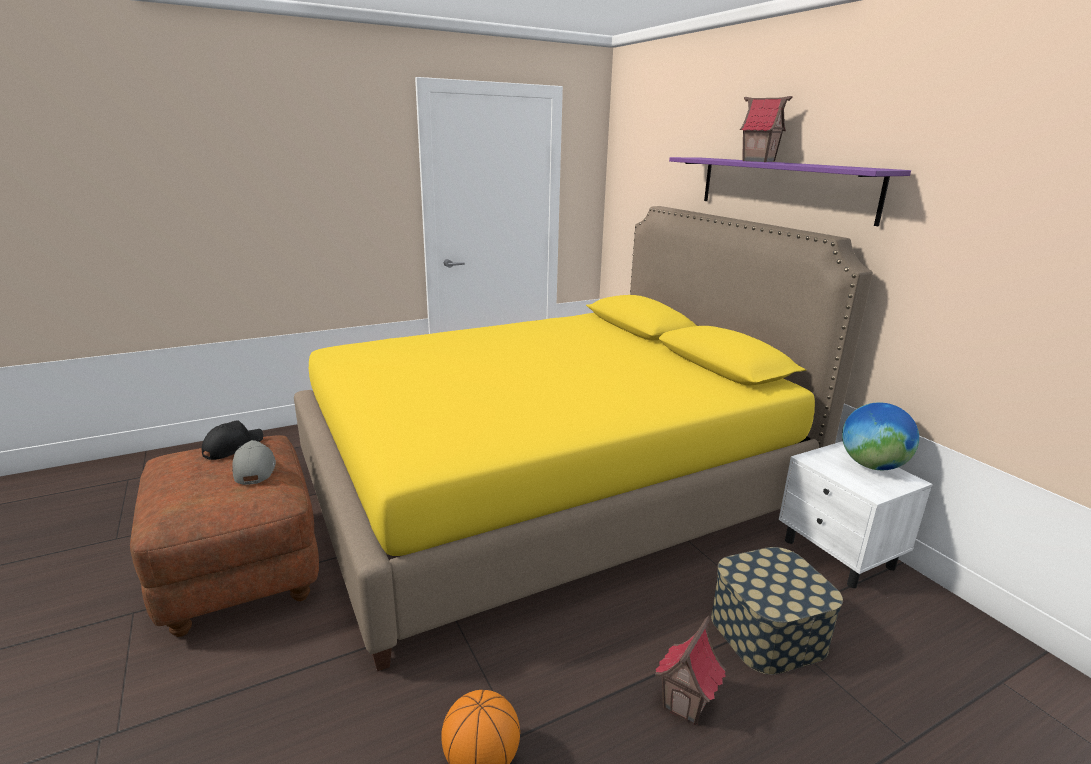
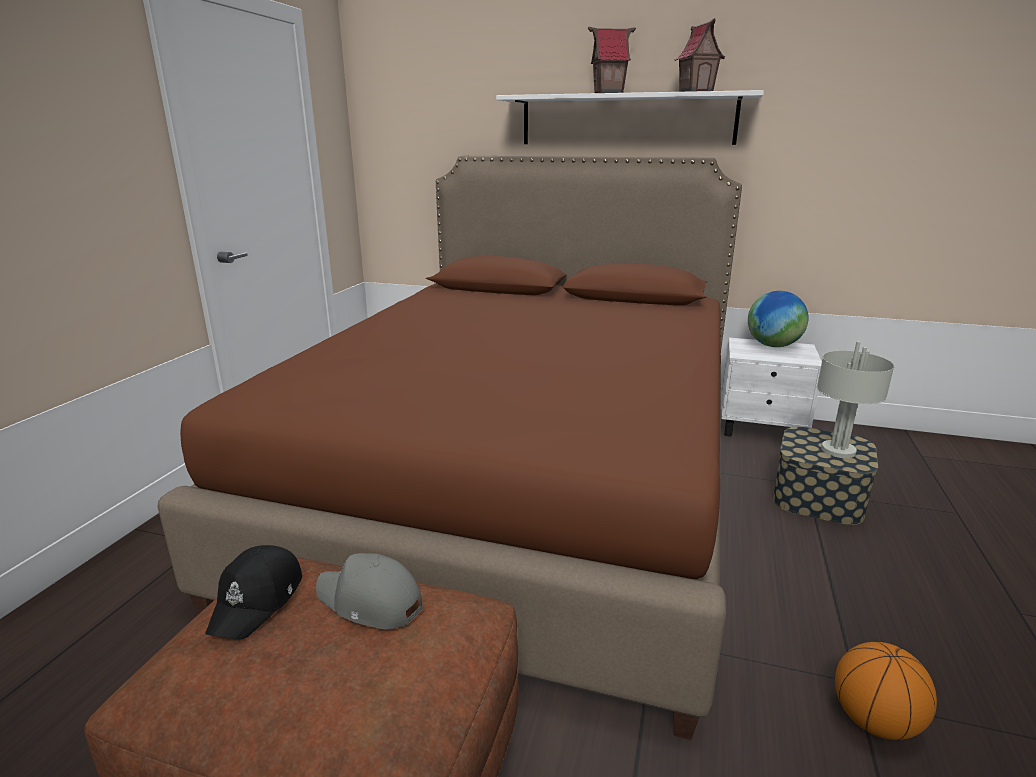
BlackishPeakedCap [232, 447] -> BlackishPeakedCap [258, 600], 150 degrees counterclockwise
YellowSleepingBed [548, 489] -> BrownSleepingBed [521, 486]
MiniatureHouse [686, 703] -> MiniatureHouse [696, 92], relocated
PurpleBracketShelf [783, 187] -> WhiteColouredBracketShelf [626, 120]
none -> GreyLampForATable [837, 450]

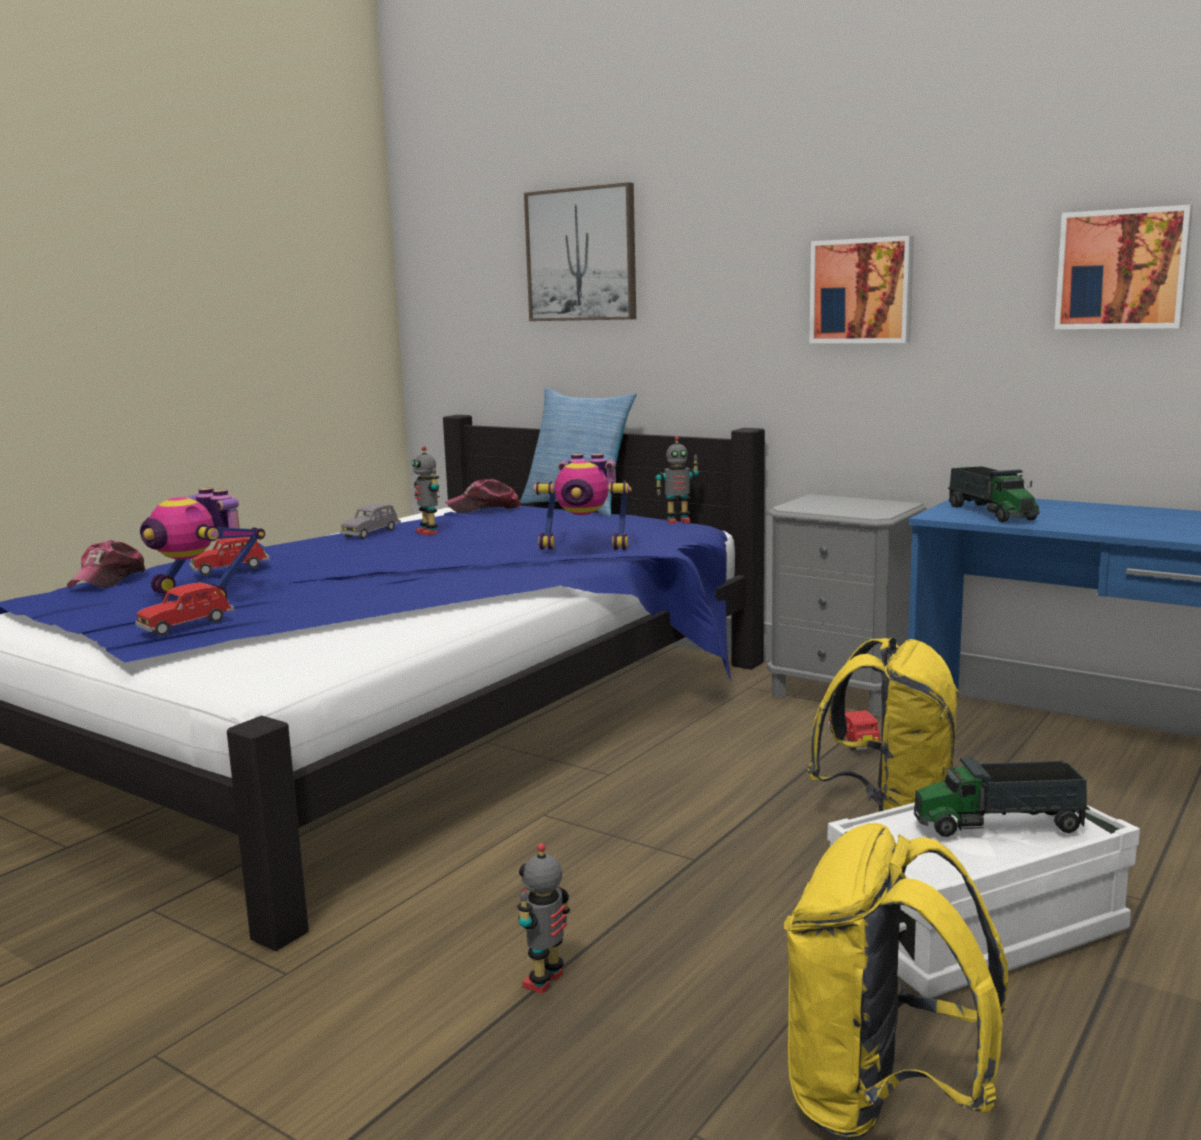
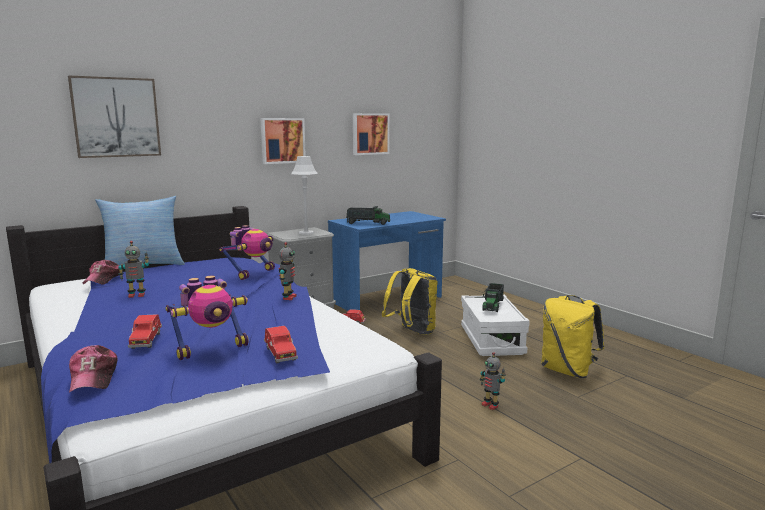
PeakedCap [109, 579] -> PeakedCap [94, 378], 45 degrees clockwise
GreyToyCar [371, 533] -> none
RobotFigure [677, 521] -> RobotFigure [288, 297], relocated
none -> GreyLampForATable [306, 233]

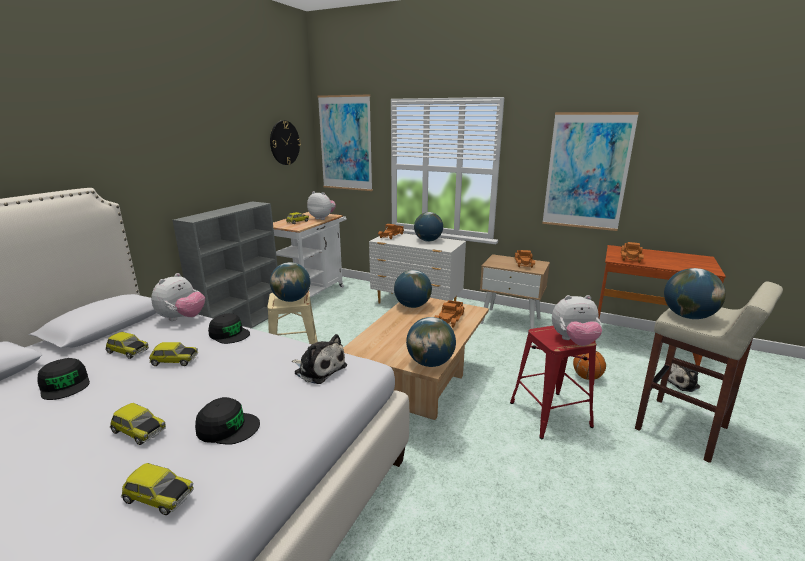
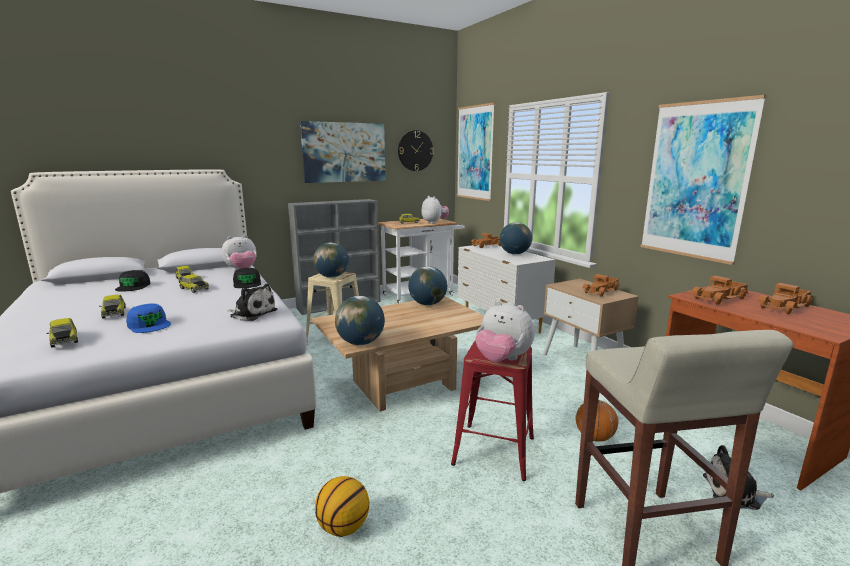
BlackishPeakedCap [228, 427] -> BluishPeakedCap [149, 325]
PlushToy [319, 369] -> PlushToy [252, 313], 45 degrees counterclockwise
ToyLorry [450, 319] -> ToyLorry [785, 307], relocated
WorldGlobe [687, 316] -> none
none -> WallArt [344, 152]
none -> Basketball [343, 527]

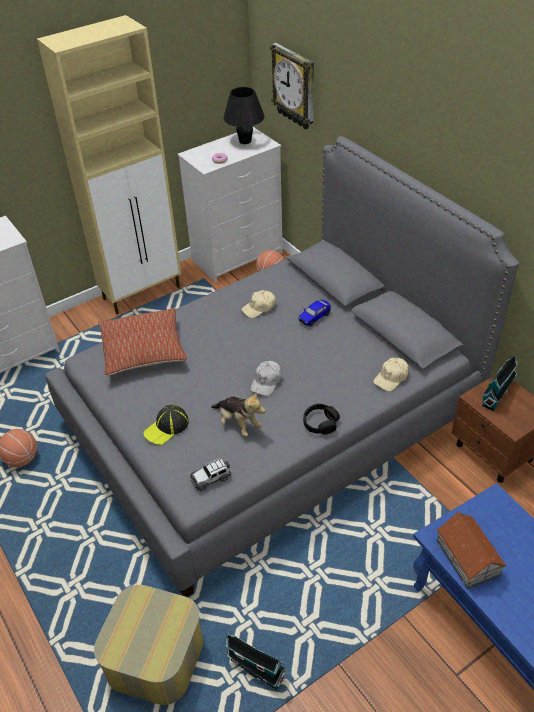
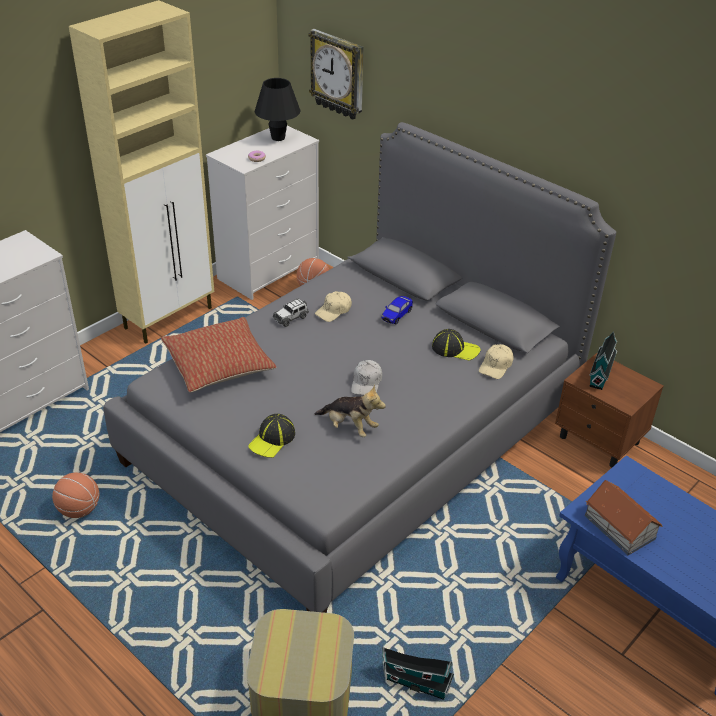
ToyCar [211, 478] -> ToyCar [291, 318], relocated
BlackishHeadphones [320, 423] -> none
none -> PeakedCap [455, 349]

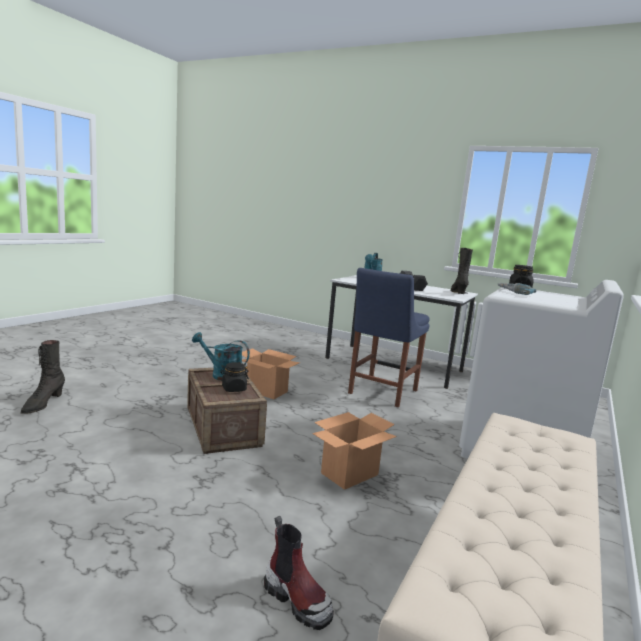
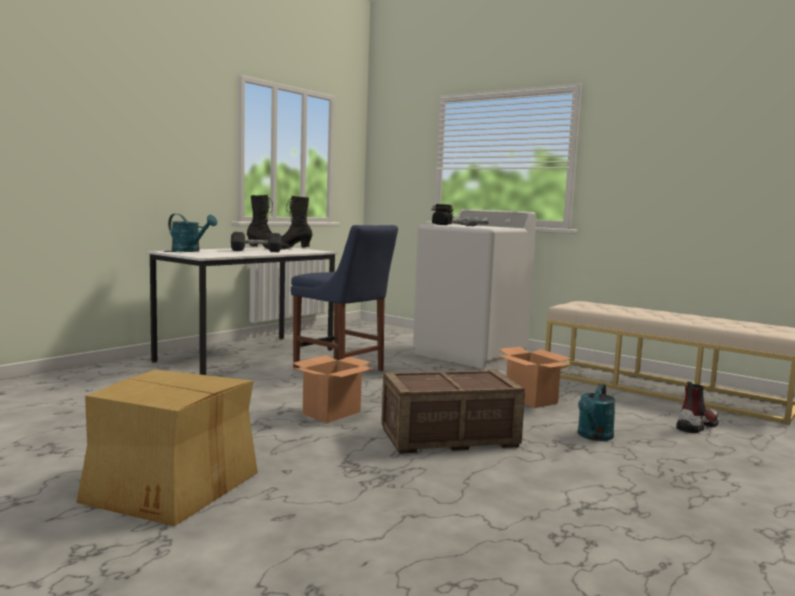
BlackishTallBoot [43, 404] -> BlackishTallBoot [267, 249], relocated
BlueGreenWateringCan [221, 375] -> BlueGreenWateringCan [593, 437], relocated
BlackishPreserveJar [233, 389] -> none
none -> CardboardBox [170, 487]

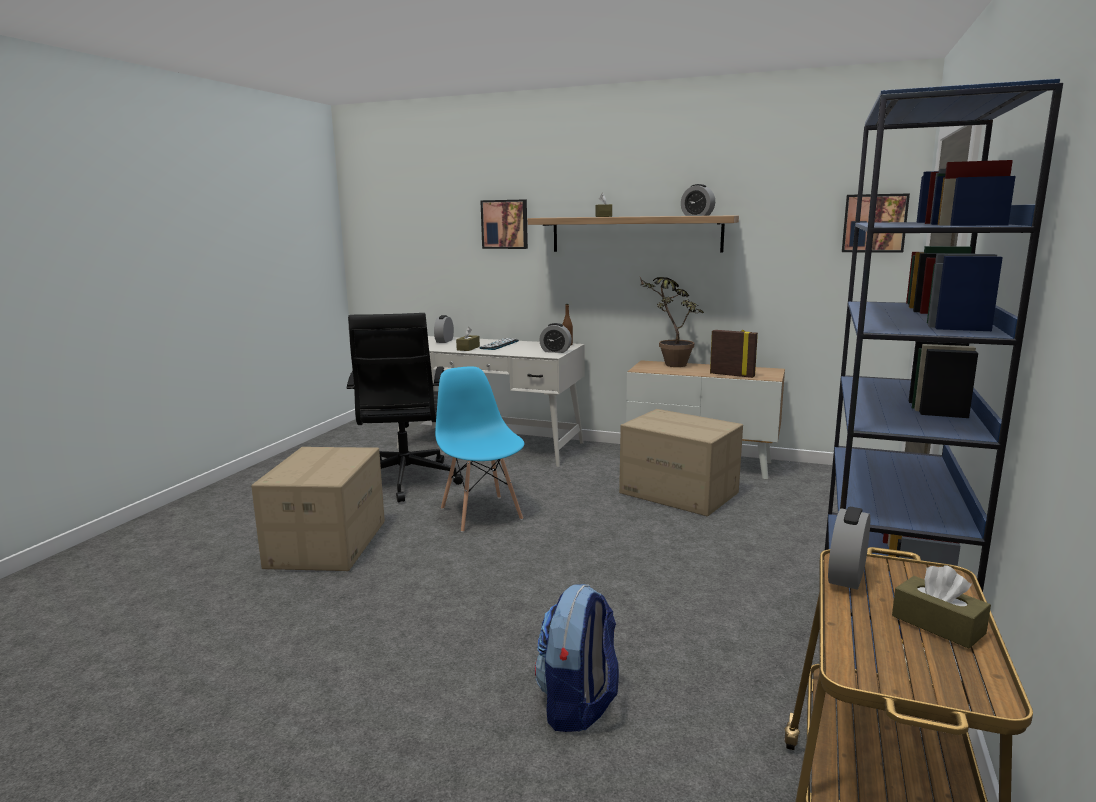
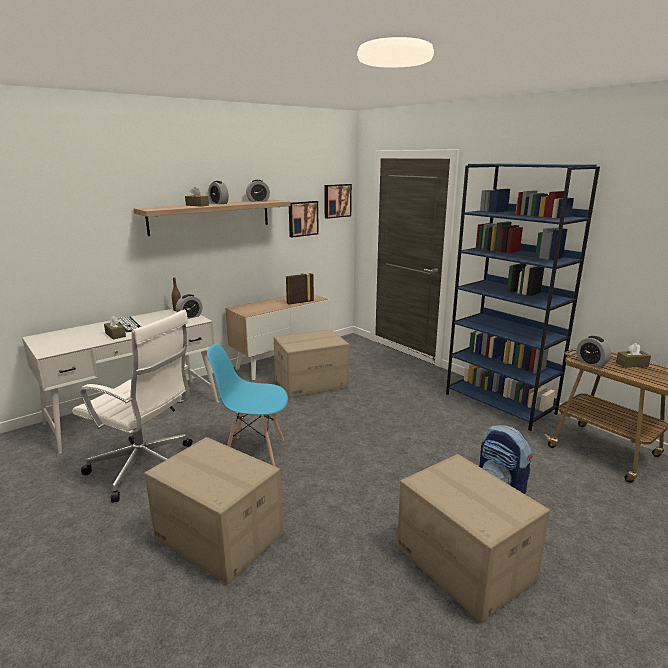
BlackishComputerChair [404, 482] -> WhiteColouredComputerChair [145, 468]
BedsideClock [444, 341] -> BedsideClock [219, 203], relocated
WallArt [505, 224] -> WallArt [302, 218], relocated
Houseplant [669, 364] -> none
none -> CardboardBox [463, 563]

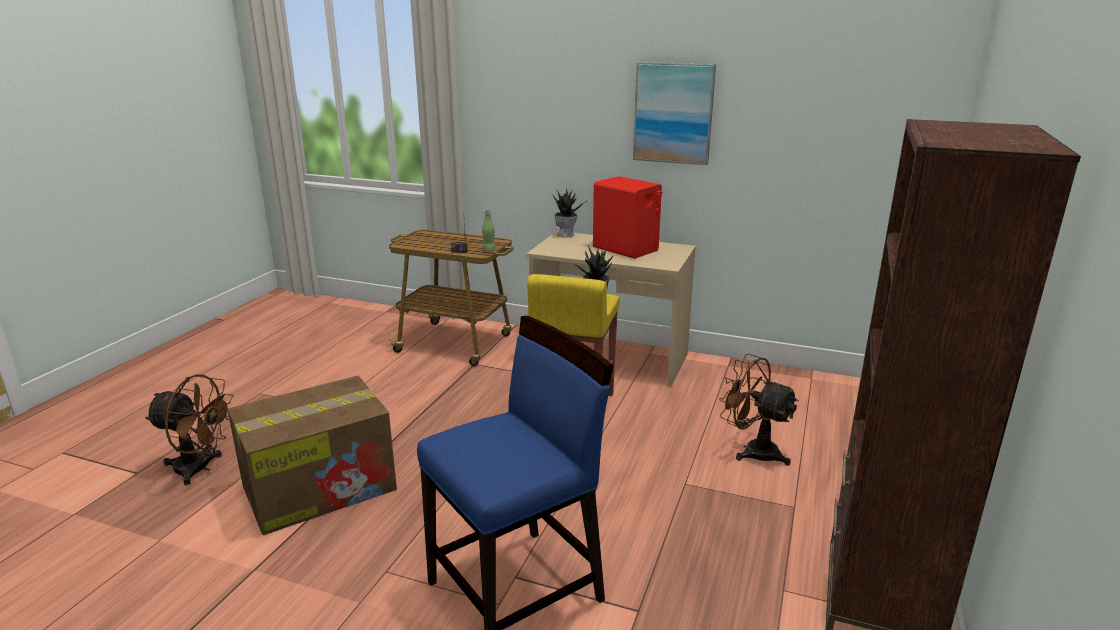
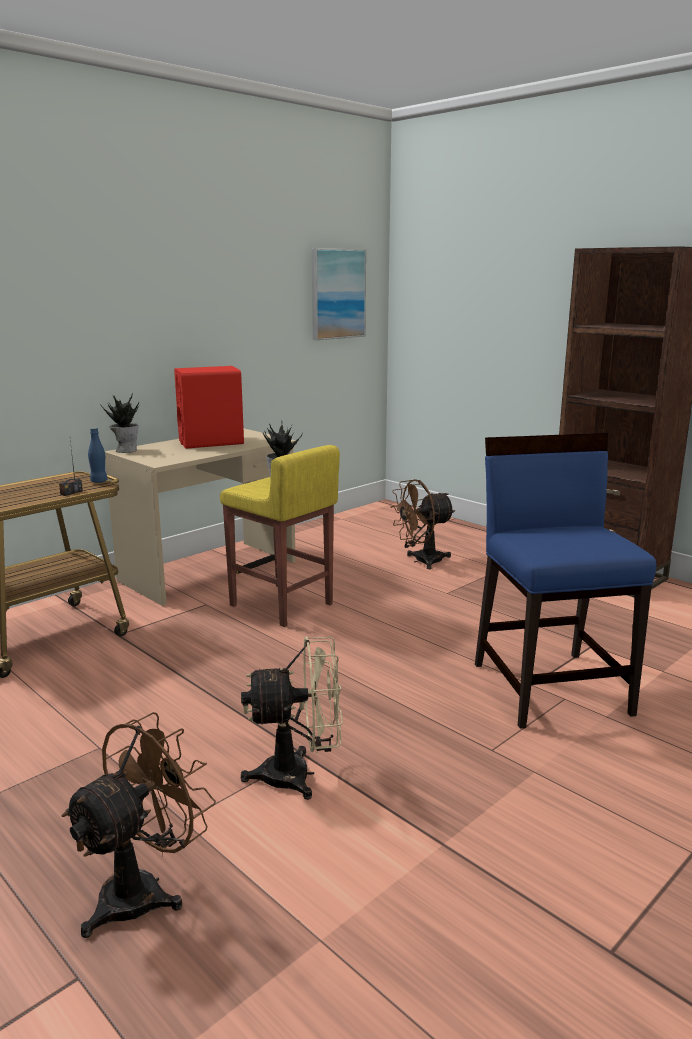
CardboardBox [321, 487] -> SandColouredFan [299, 775]
GreenColouredBeverageBottle [489, 250] -> BluishBeverageBottle [99, 481]
WallArt [673, 113] -> WallArt [337, 294], relocated

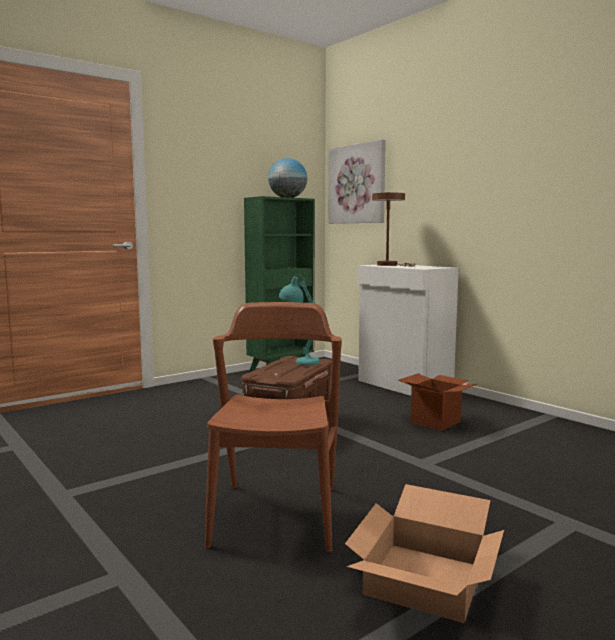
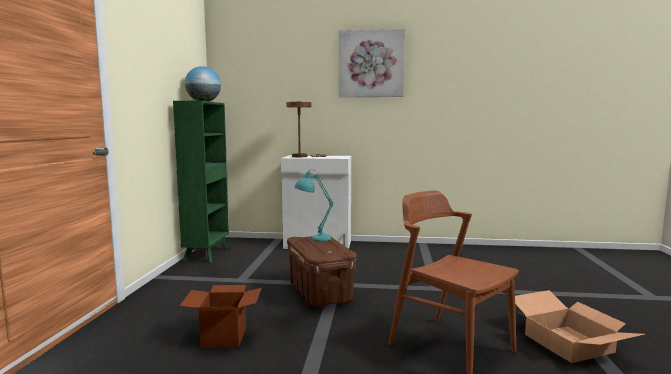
WallArt [357, 184] -> WallArt [371, 64], relocated
CardboardBox [435, 422] -> CardboardBox [224, 337], relocated

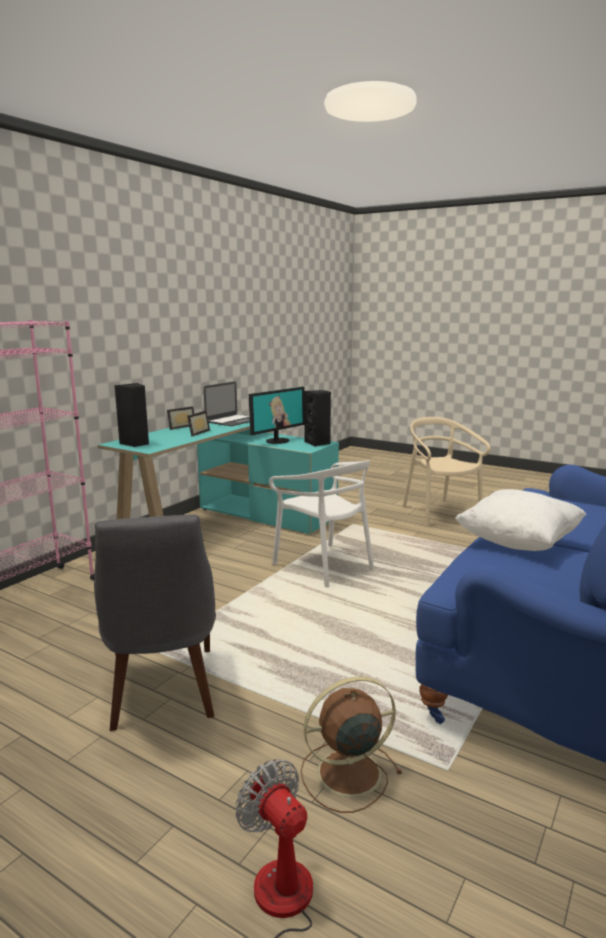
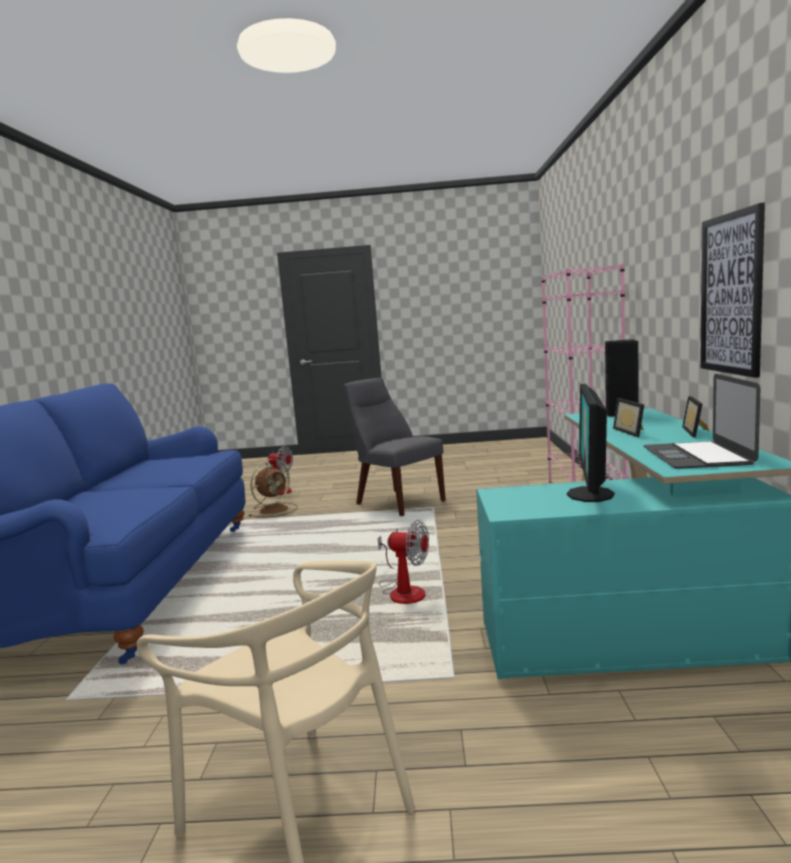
WhiteColouredUprightChair [324, 565] -> Fan [403, 591]
BlackishLoudspeaker [318, 443] -> none
WhiteColouredThrowPillow [518, 543] -> none
none -> WallArt [731, 294]

